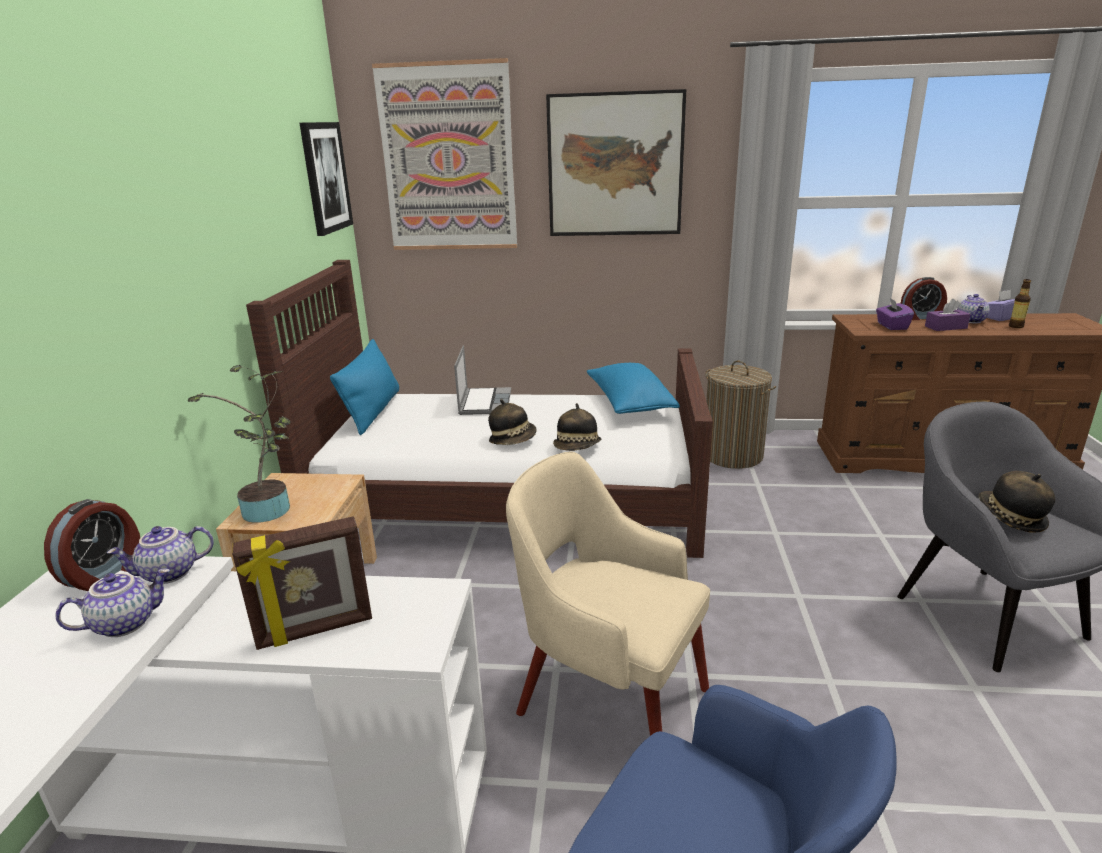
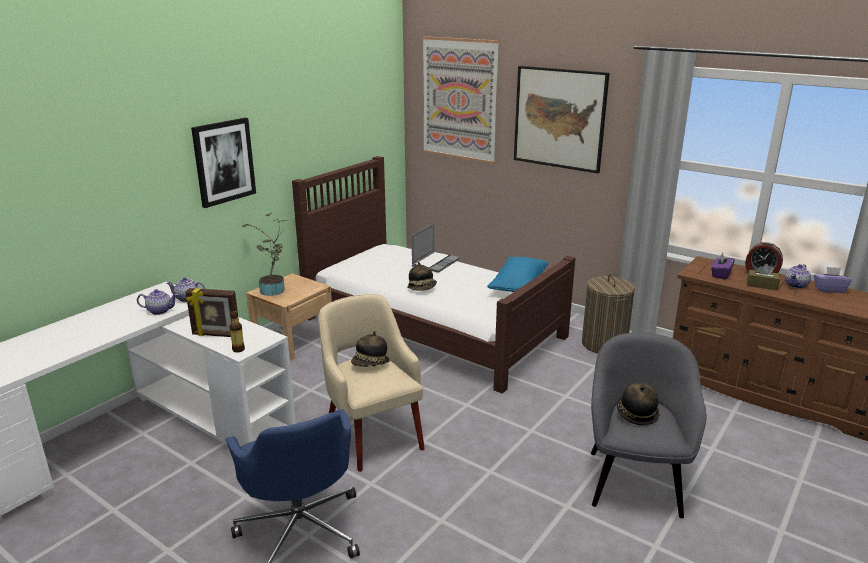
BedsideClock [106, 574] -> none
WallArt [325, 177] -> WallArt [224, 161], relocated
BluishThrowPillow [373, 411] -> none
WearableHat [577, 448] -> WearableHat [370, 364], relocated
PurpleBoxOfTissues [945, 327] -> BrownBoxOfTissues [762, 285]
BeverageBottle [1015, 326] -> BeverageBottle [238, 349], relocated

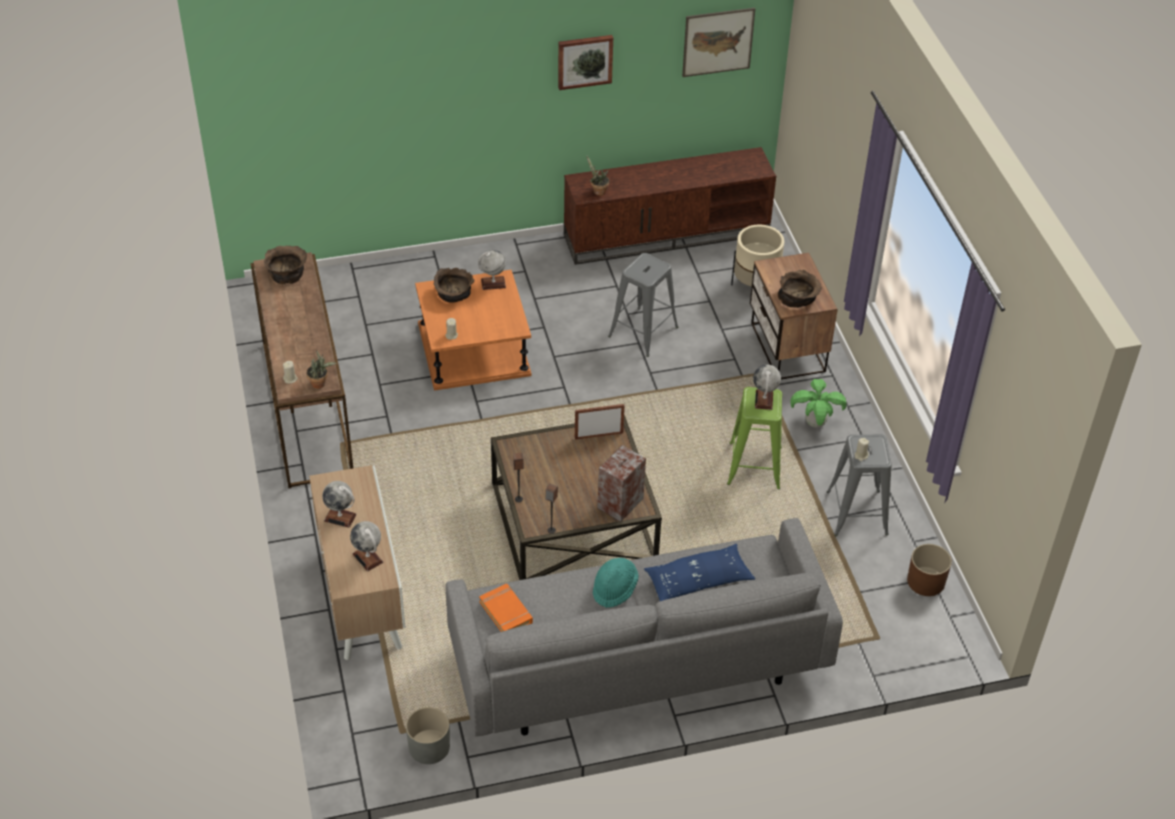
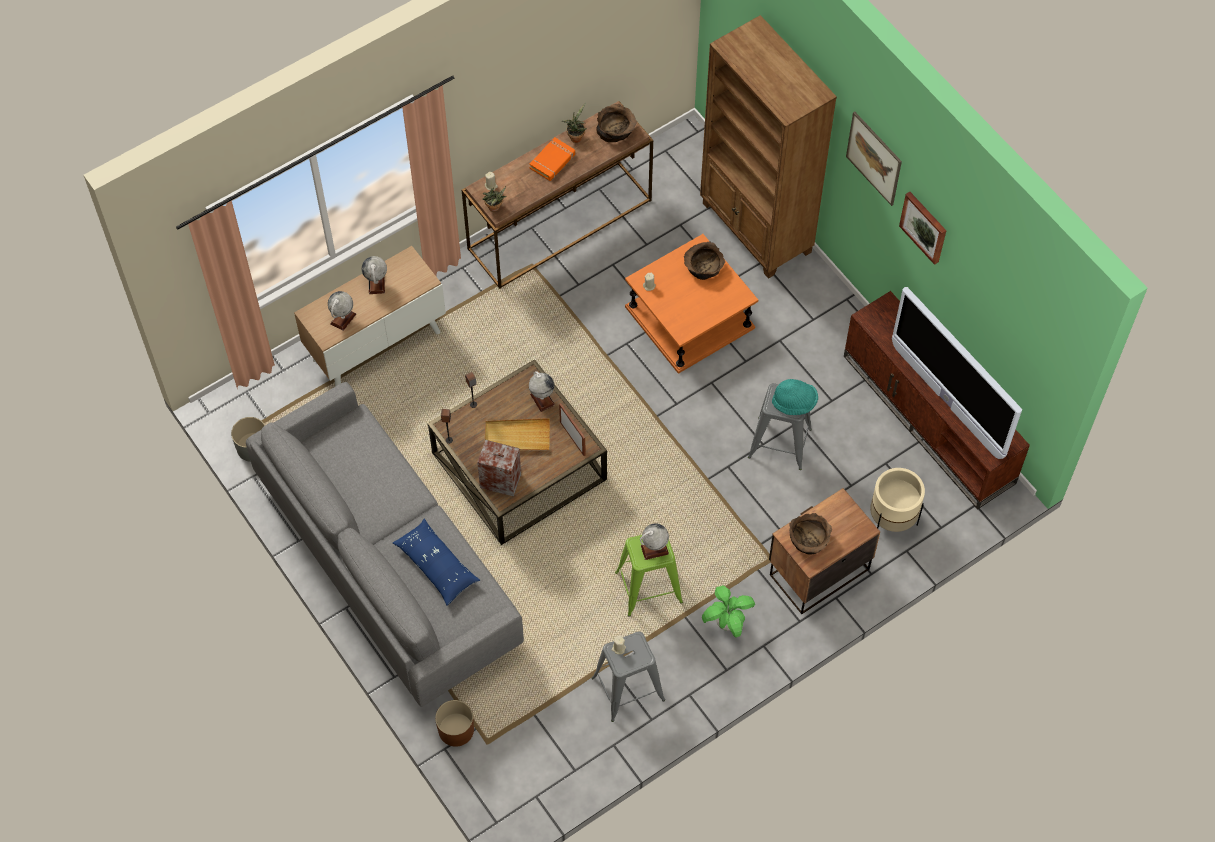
WorldGlobe [493, 283] -> WorldGlobe [542, 399], relocated
OrangeBoundBook [506, 612] -> OrangeBoundBook [552, 161], relocated
Houseplant [598, 191] -> Houseplant [576, 136], relocated
BlueGreenWearableHat [614, 589] -> BlueGreenWearableHat [794, 403], relocated
WallArt [718, 42] -> WallArt [874, 158], relocated
BrownFlowerPot [926, 581] -> BrownFlowerPot [456, 730], relocated
none -> SandColouredServingTray [517, 437]
none -> BrownBookcase [756, 229]
none -> Tv [946, 401]

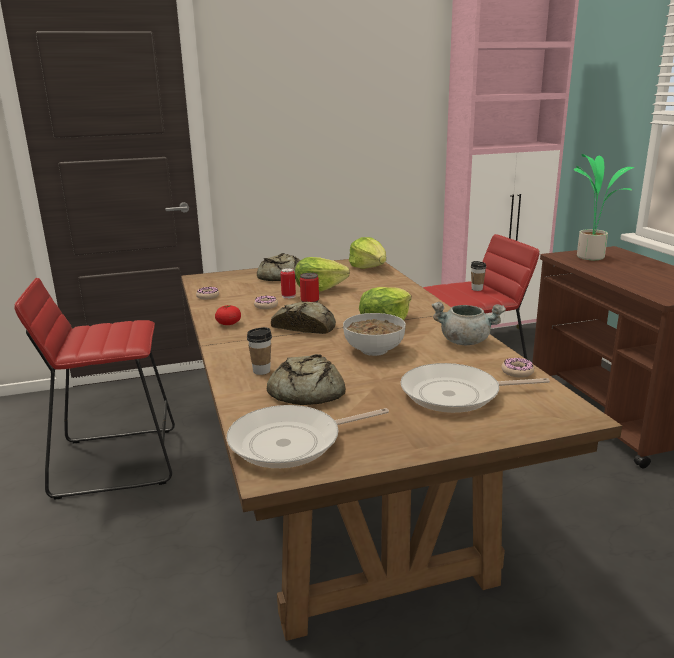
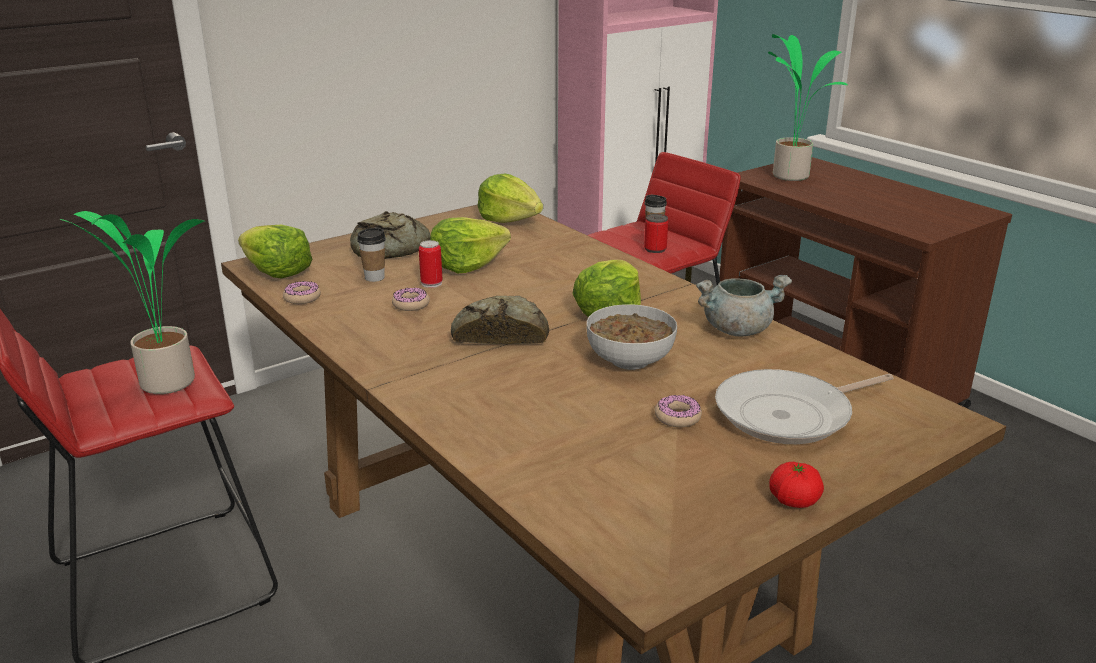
Tomato [228, 324] -> Tomato [794, 500], relocated
FryingPan [291, 443] -> none
Cup [261, 371] -> Cup [374, 277], relocated
BakeryBread [304, 392] -> none
Can [310, 301] -> Can [655, 249], relocated
Donut [517, 372] -> Donut [677, 417], relocated
none -> Houseplant [163, 384]
none -> LettuceHead [276, 272]

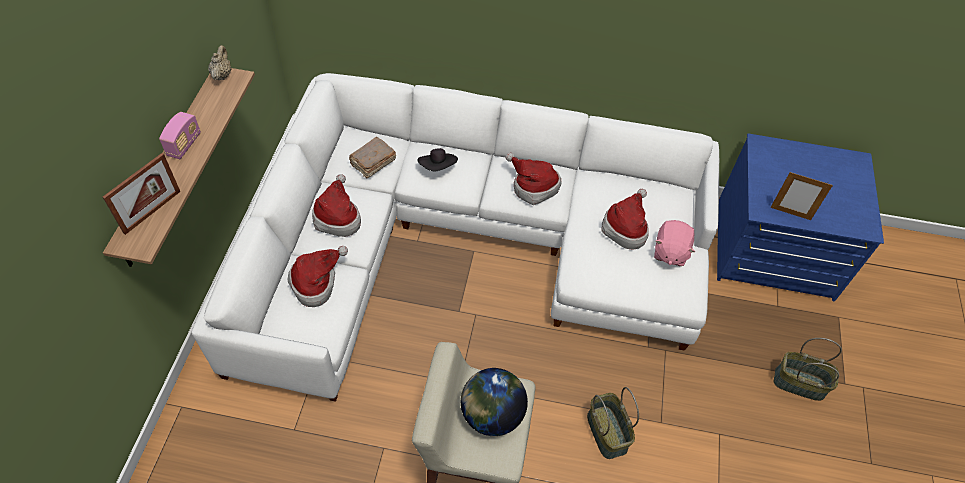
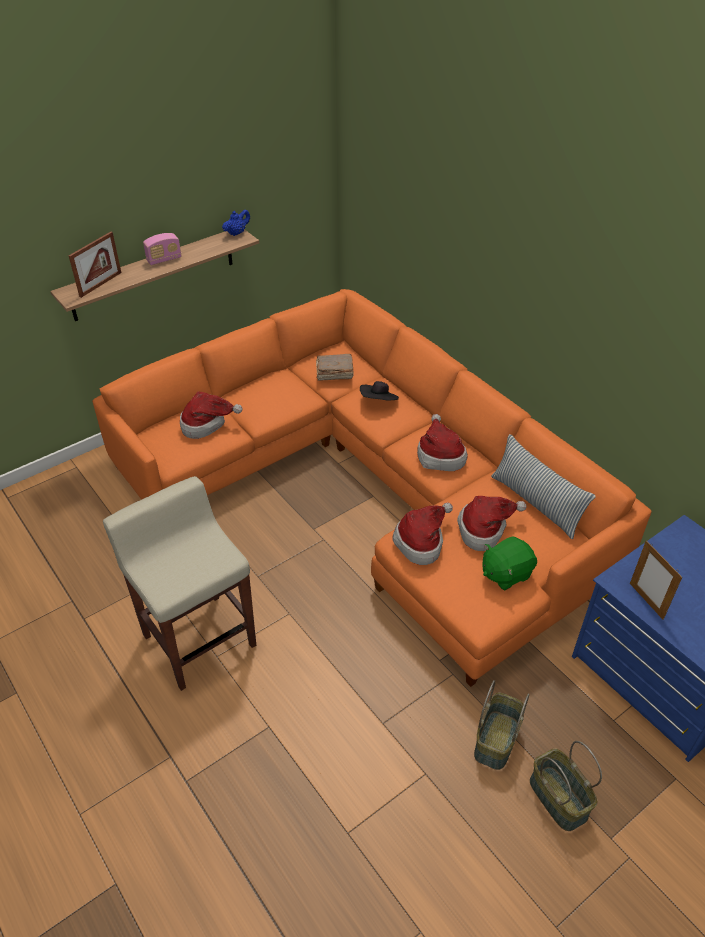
StandingFrame [152, 212] -> StandingFrame [100, 284], 45 degrees counterclockwise
WhiteColouredSettee [464, 244] -> OrangeSettee [371, 487]
SandColouredPotForTea [222, 75] -> BluishPotForTea [237, 233]
WearableHat [338, 217] -> WearableHat [421, 542], relocated
WorldGlobe [491, 415] -> none
Basket [608, 432] -> Basket [497, 741], relocated
PinkColouredPlushToy [670, 252] -> GreenColouredPlushToy [505, 573]
none -> ThrowPillow [536, 503]

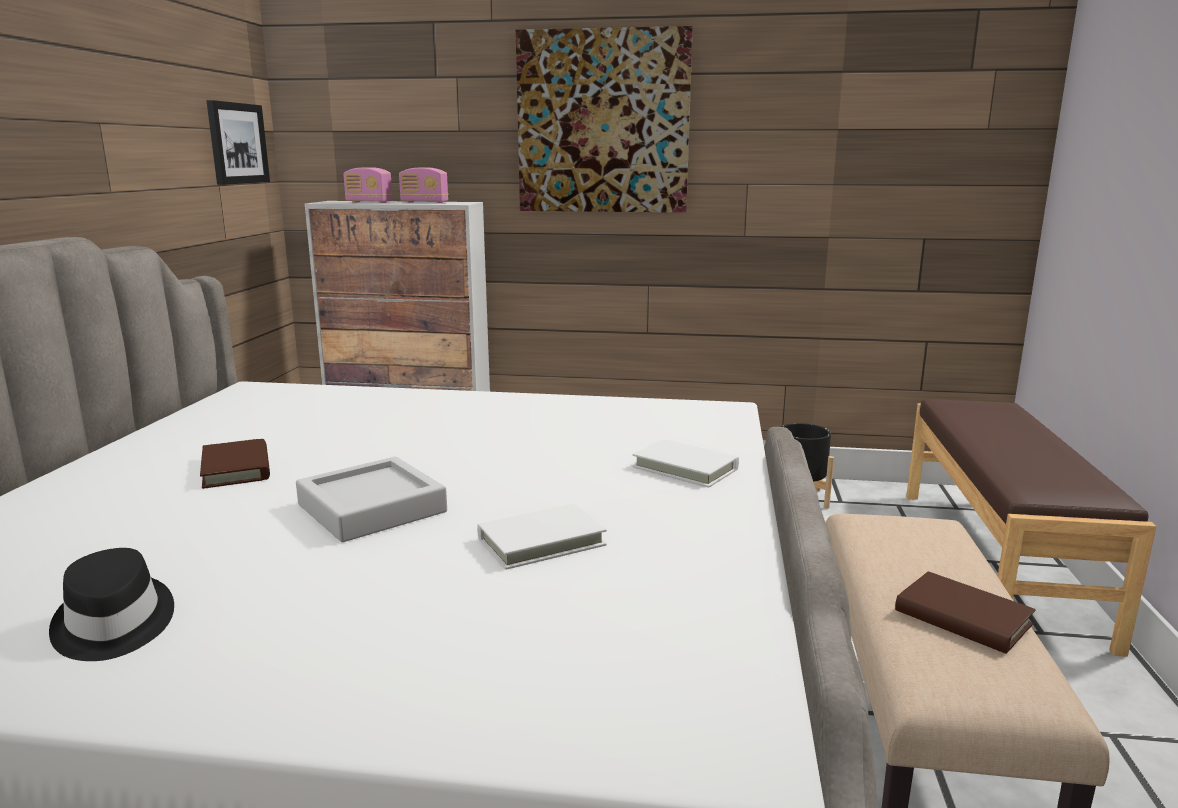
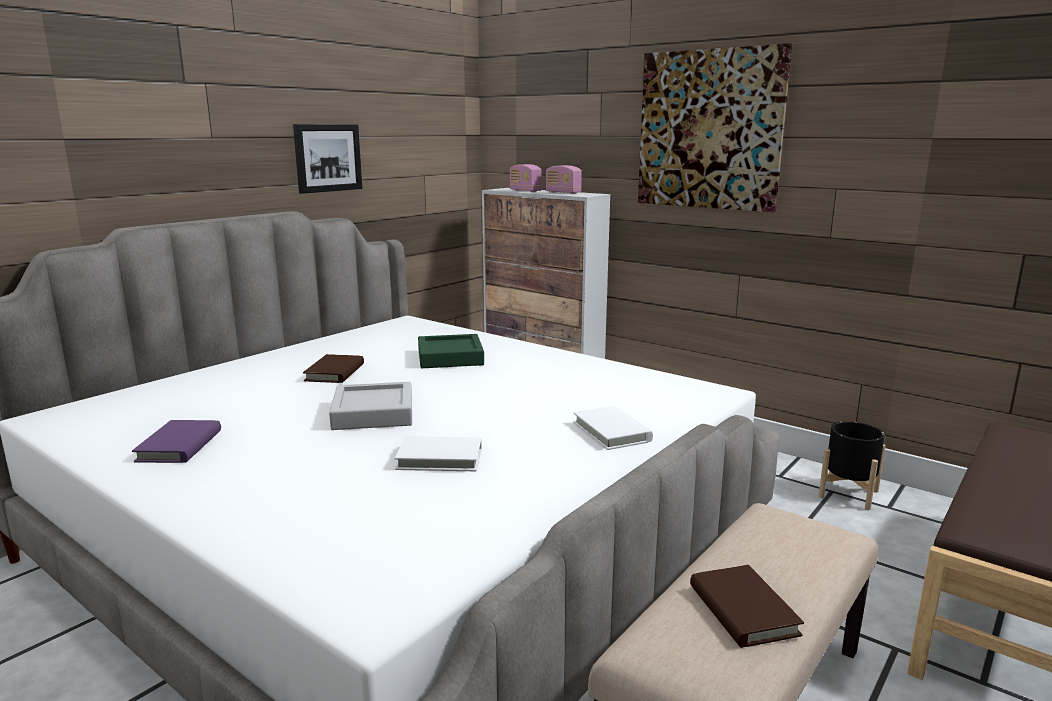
BlackishWearableHat [112, 625] -> PurpleBoundBook [180, 446]
WallArt [237, 143] -> WallArt [327, 158], relocated
none -> GreenColouredServingTray [450, 357]

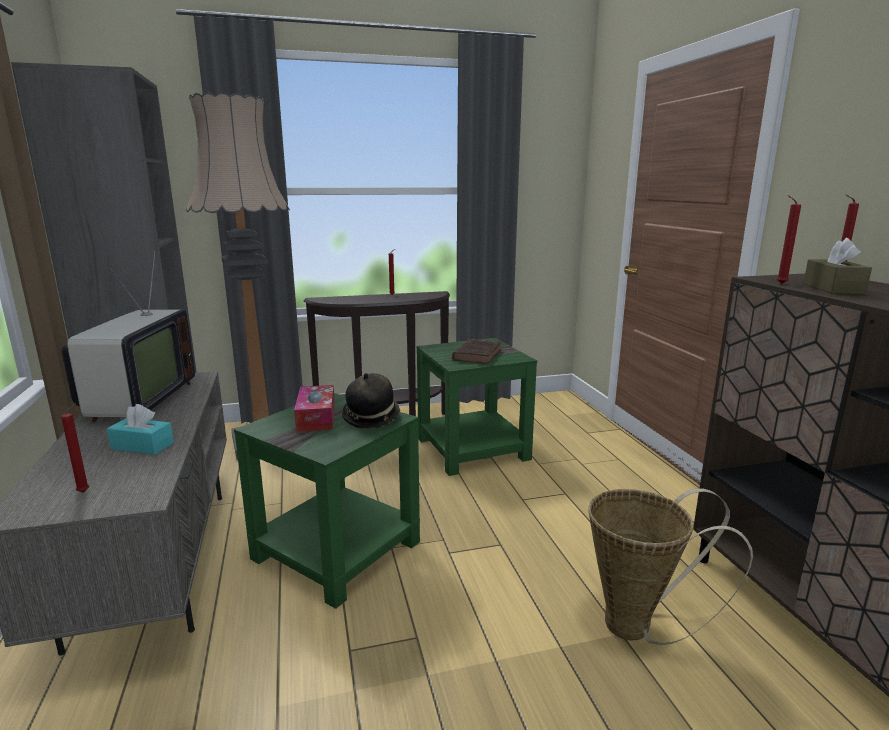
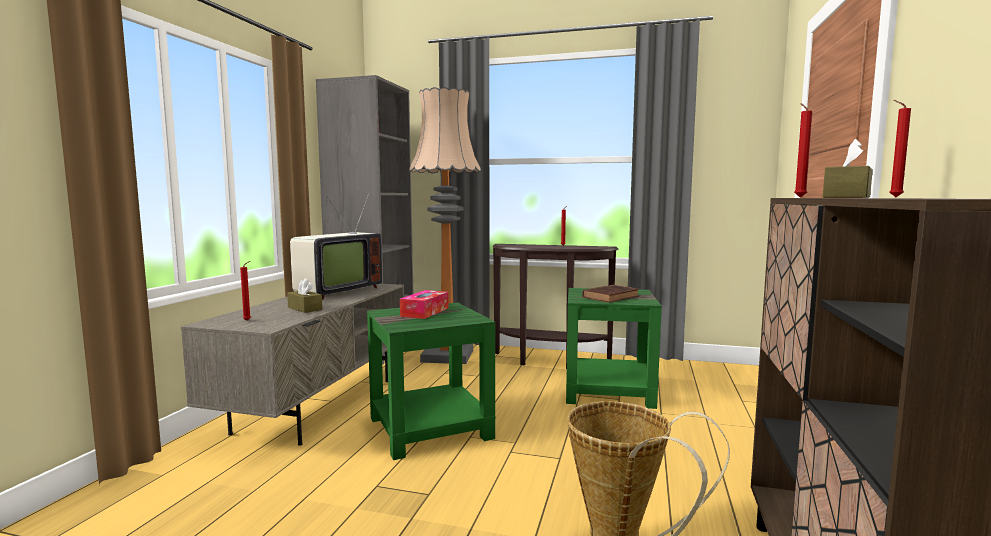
BlueGreenBoxOfTissues [142, 446] -> BrownBoxOfTissues [305, 308]
WearableHat [371, 418] -> none

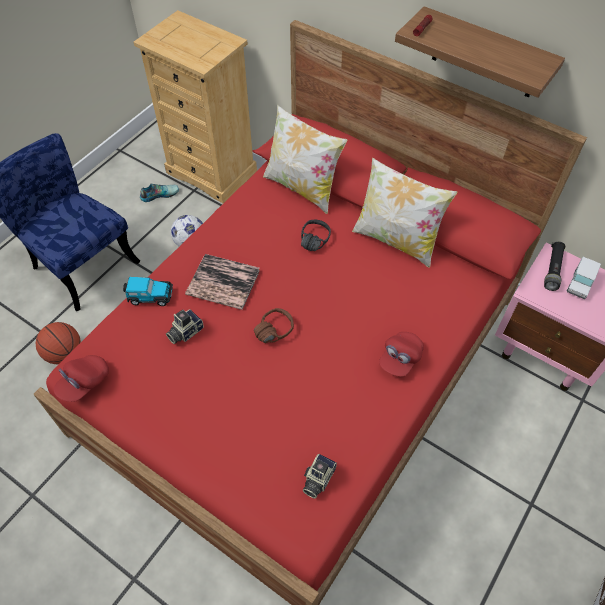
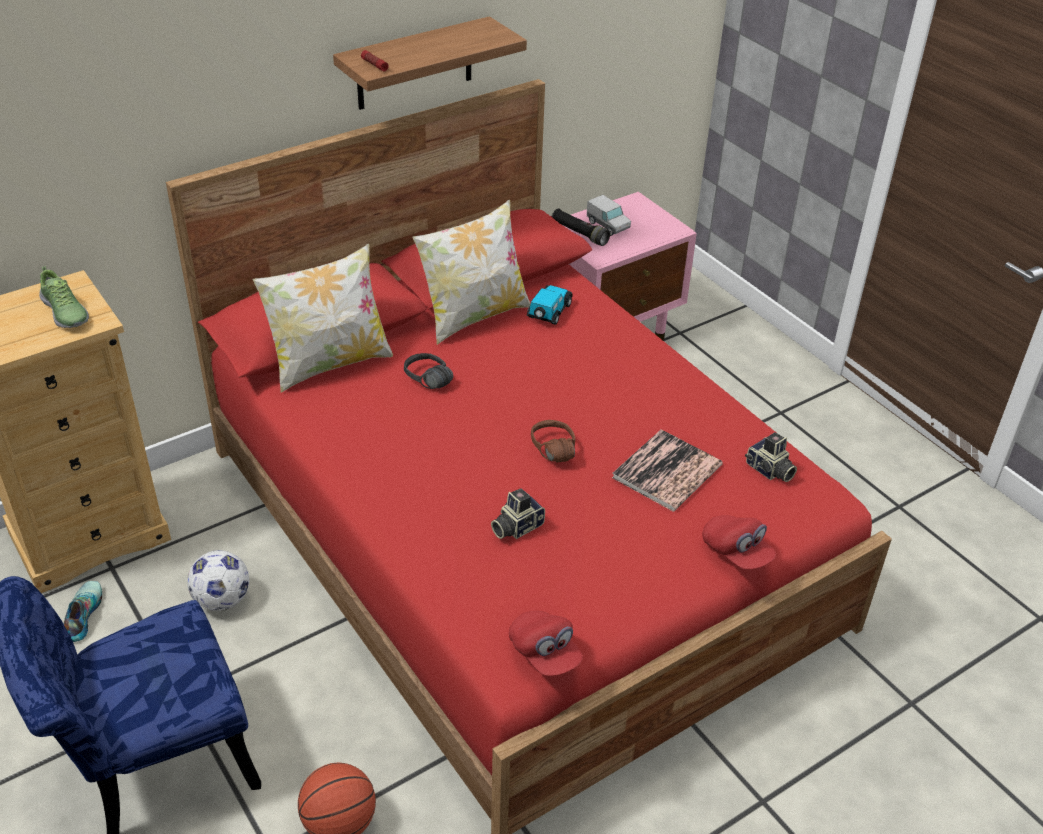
ToyCar [149, 296] -> ToyCar [549, 312], relocated
StillCamera [184, 332] -> StillCamera [516, 526], 75 degrees clockwise
BoundBook [223, 282] -> BoundBook [667, 471], relocated
RedColouredPeakedCap [400, 359] -> RedColouredPeakedCap [736, 553], relocated
none -> Shoe [65, 313]

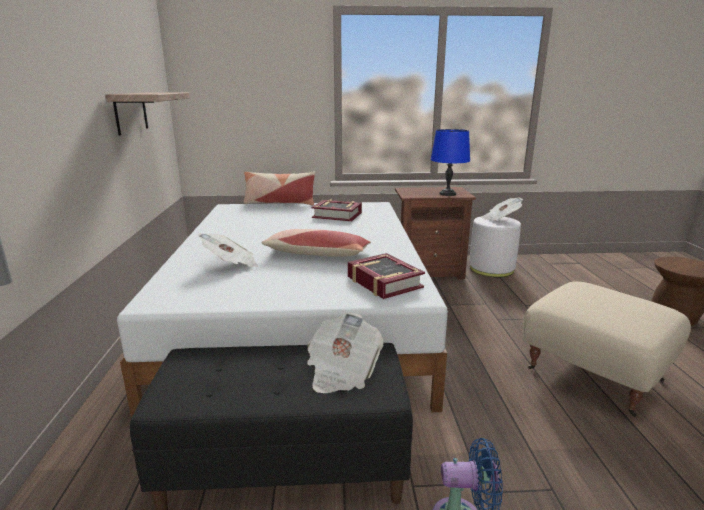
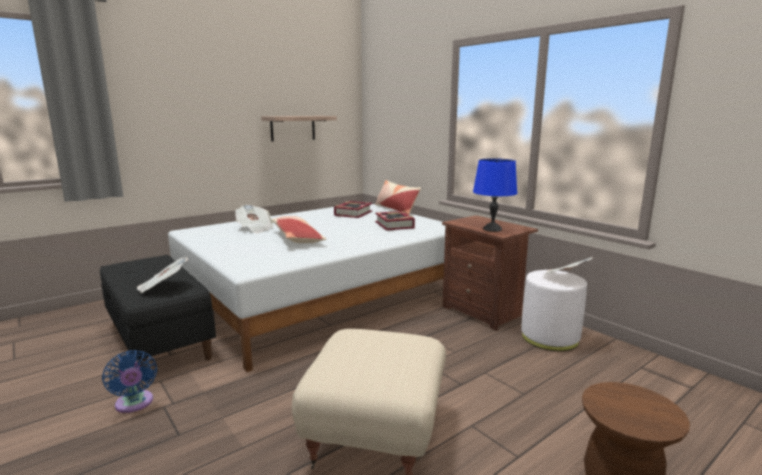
BoundBook [384, 282] -> BoundBook [353, 213], relocated

